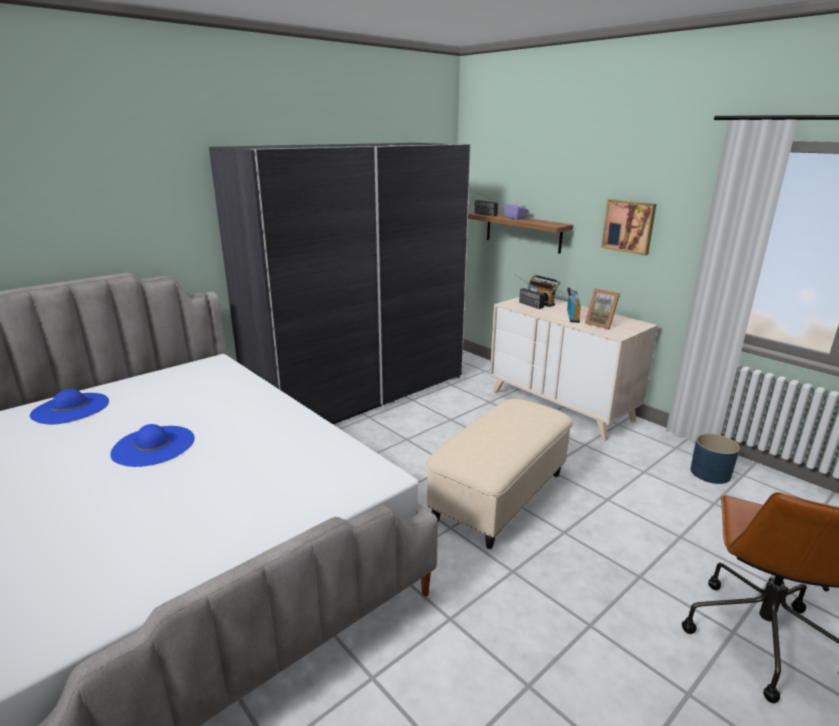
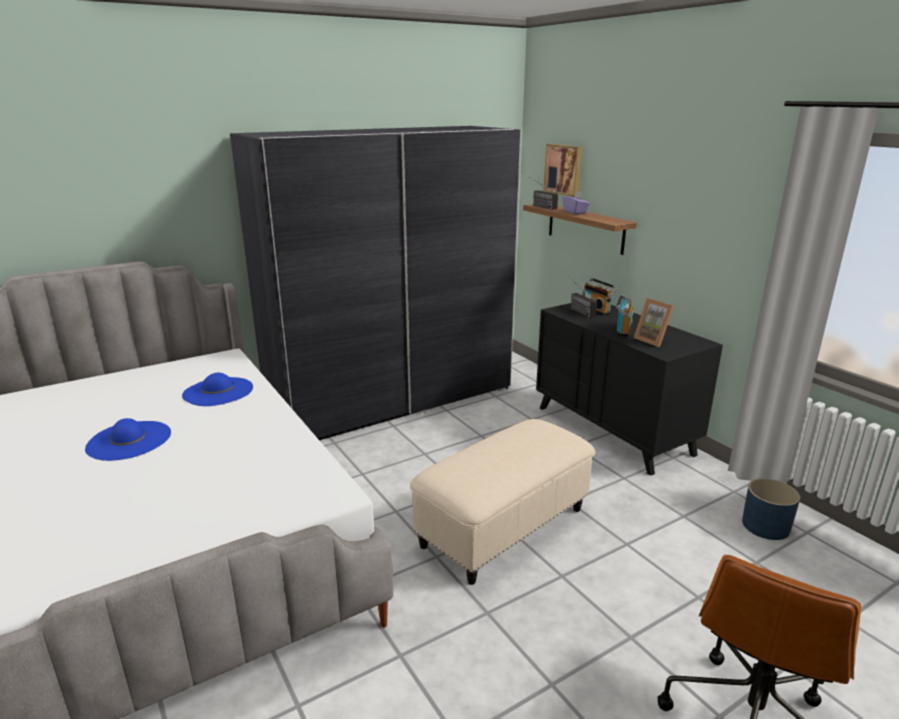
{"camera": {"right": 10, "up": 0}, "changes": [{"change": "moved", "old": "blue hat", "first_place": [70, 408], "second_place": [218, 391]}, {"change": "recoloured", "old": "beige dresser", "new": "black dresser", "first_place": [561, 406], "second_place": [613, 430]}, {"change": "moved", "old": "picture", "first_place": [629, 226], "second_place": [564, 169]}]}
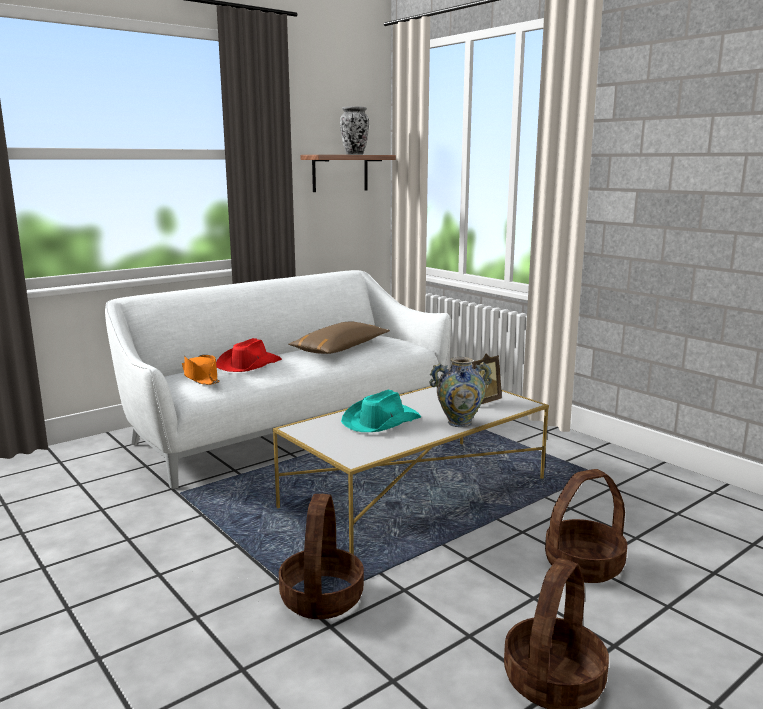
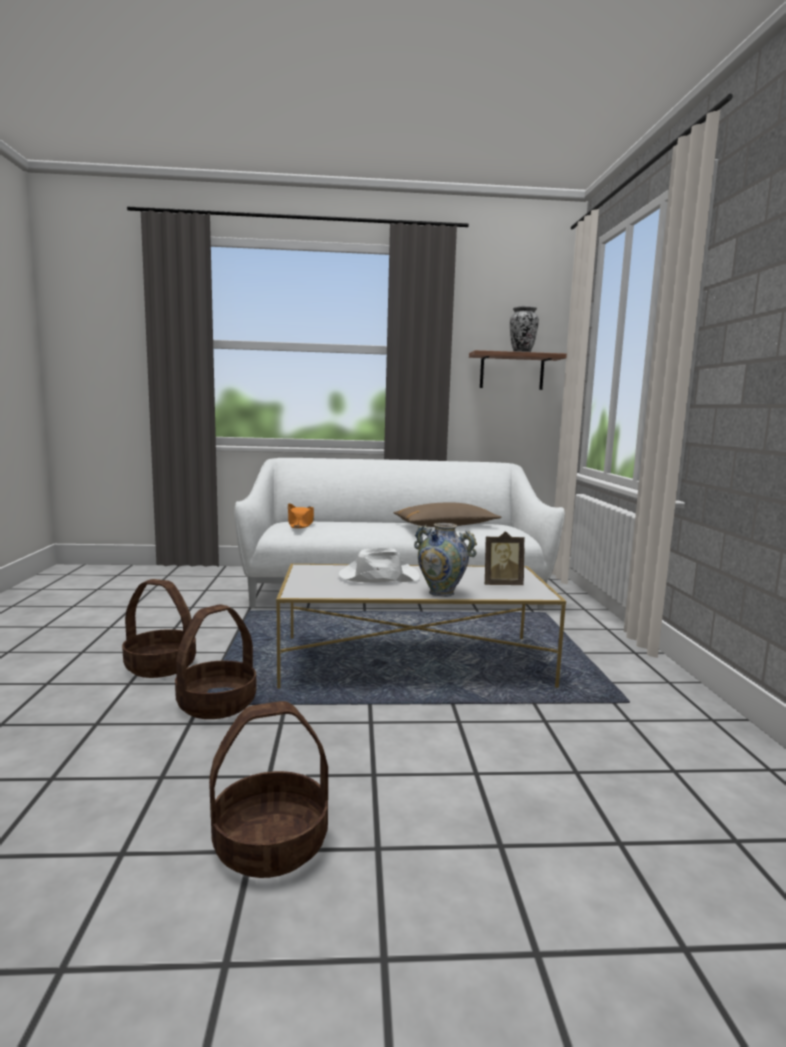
{"camera": {"right": 35, "up": -5}, "changes": [{"change": "moved", "old": "basket", "first_place": [583, 565], "second_place": [160, 666]}, {"change": "recoloured", "old": "turquoise hat", "new": "white hat", "first_place": [380, 421], "second_place": [378, 577]}, {"change": "removed", "old": "red hat", "first_place": [248, 364]}]}
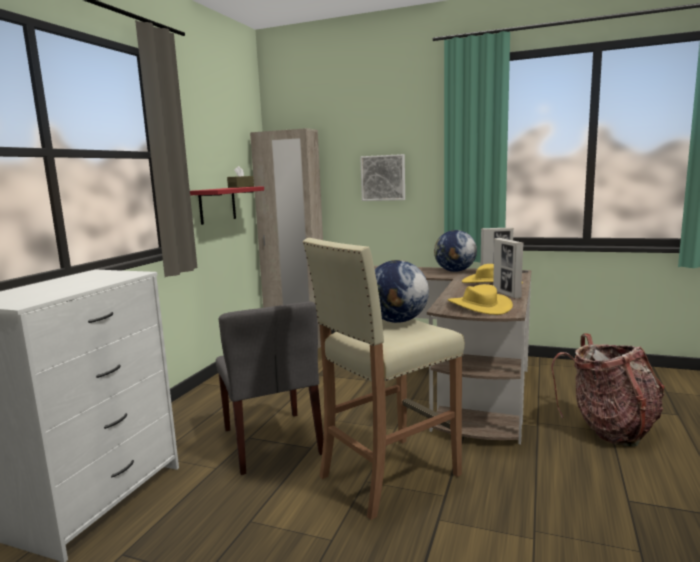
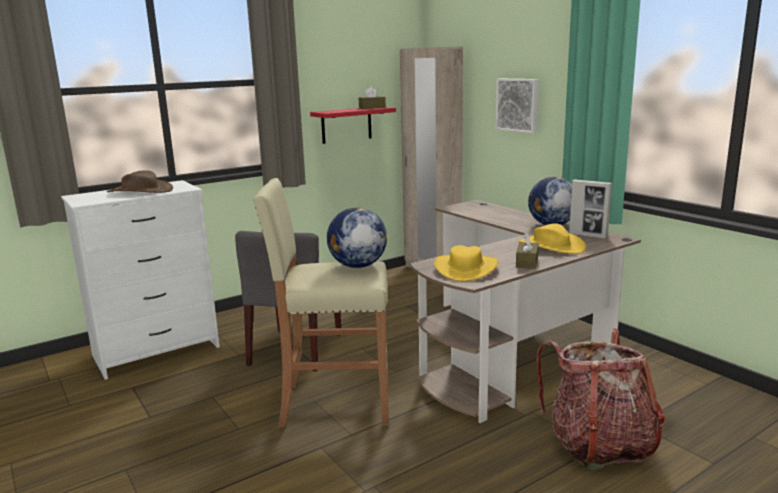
{"camera": {"right": 35, "up": 5}, "changes": [{"change": "added", "new": "brown hat", "second_place": [140, 191]}, {"change": "replaced", "old": "picture frame", "new": "brown tissue box", "first_place": [506, 294], "second_place": [527, 262]}]}
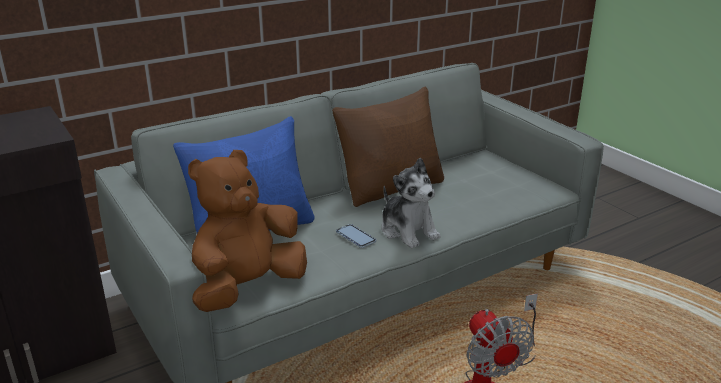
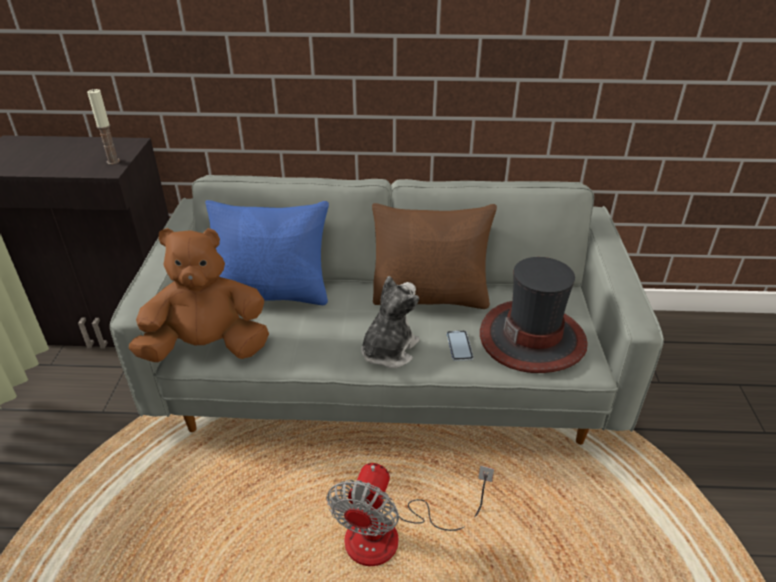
{"camera": {"right": 35, "up": 10}, "changes": [{"change": "added", "new": "candle", "second_place": [113, 161]}, {"change": "turned", "old": "plush toy", "first_place": [408, 231], "second_place": [388, 350], "degrees": -150}, {"change": "moved", "old": "phone", "first_place": [355, 237], "second_place": [459, 346]}, {"change": "added", "new": "hat", "second_place": [533, 338]}]}
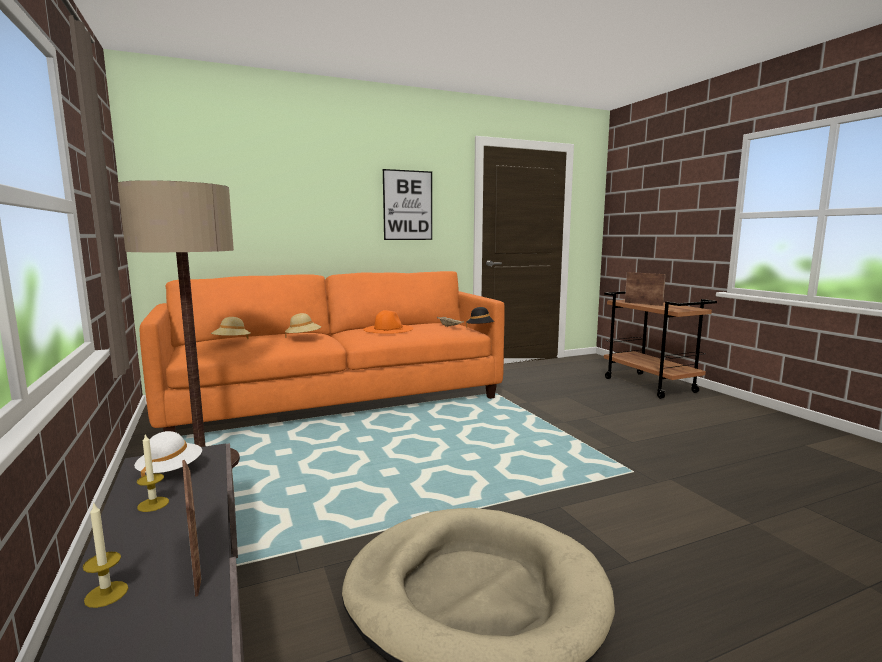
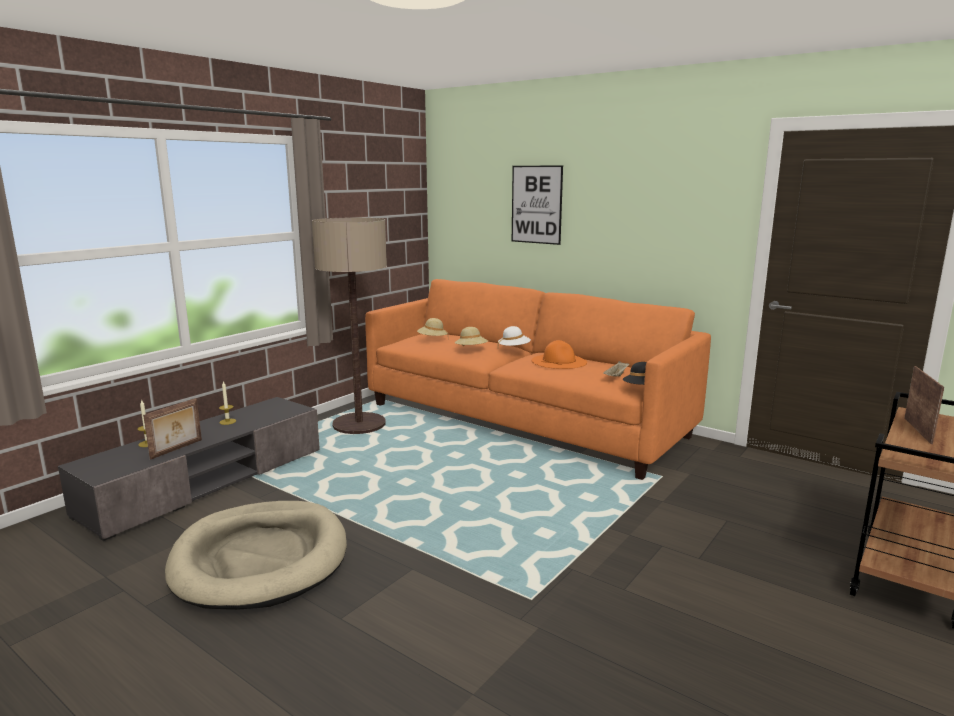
{"camera": {"right": 60, "up": 5}, "changes": [{"change": "moved", "old": "white hat", "first_place": [170, 471], "second_place": [514, 349]}, {"change": "moved", "old": "picture", "first_place": [407, 205], "second_place": [536, 204]}]}
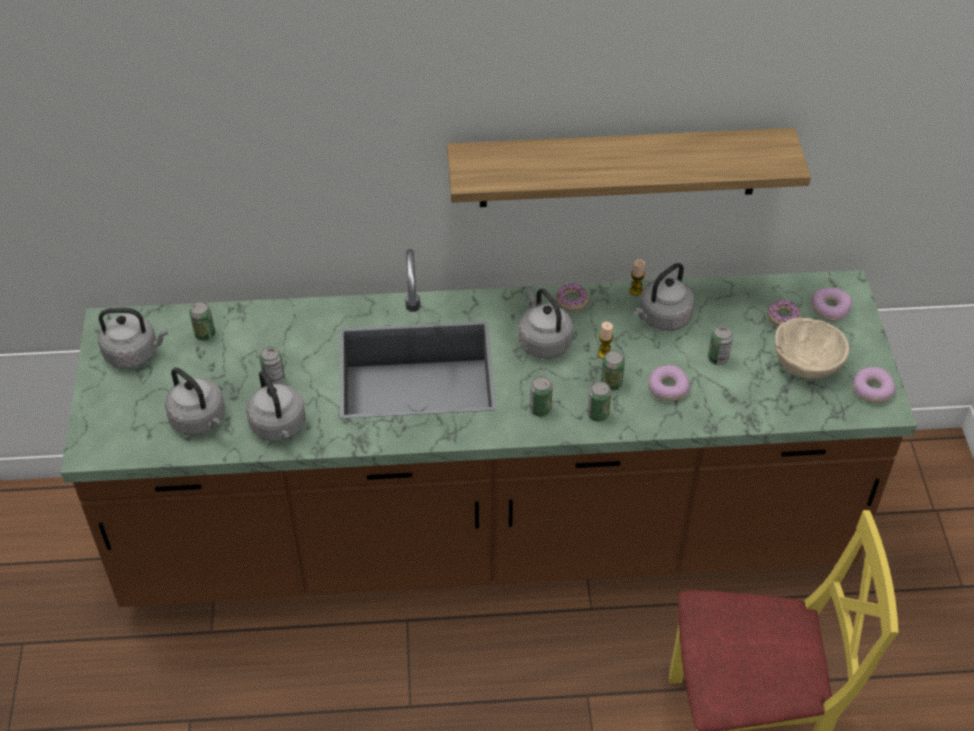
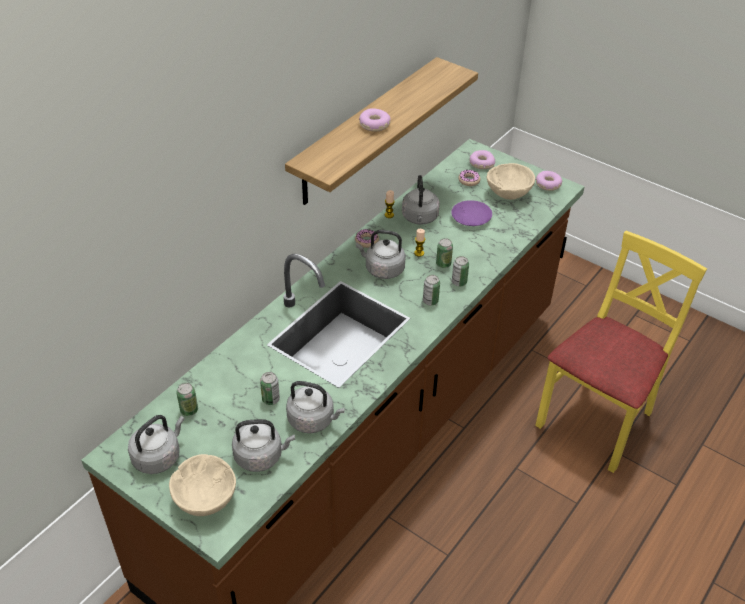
{"camera": {"right": -50, "up": -5}, "changes": [{"change": "added", "new": "beige bowl", "second_place": [204, 499]}, {"change": "moved", "old": "donut", "first_place": [667, 388], "second_place": [374, 125]}, {"change": "replaced", "old": "can", "new": "purple plate", "first_place": [718, 359], "second_place": [470, 218]}]}
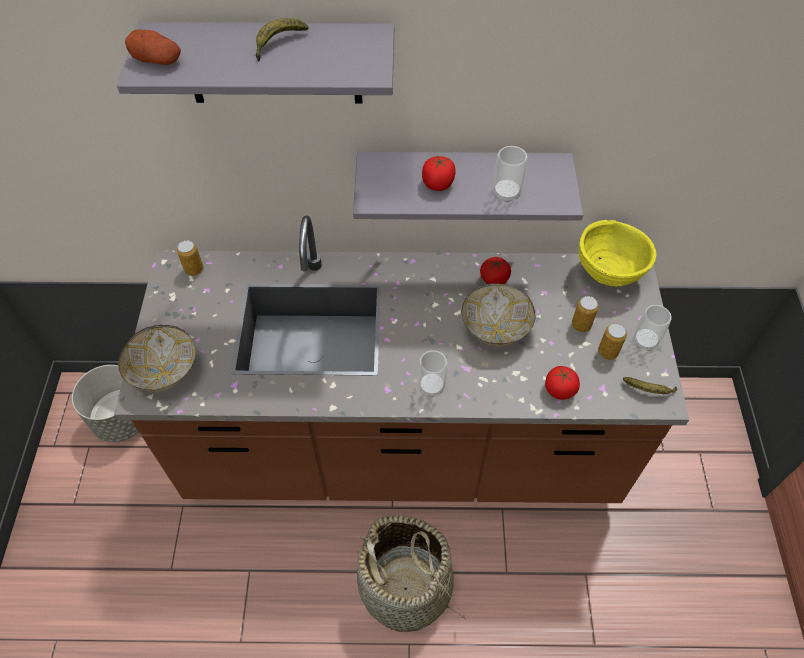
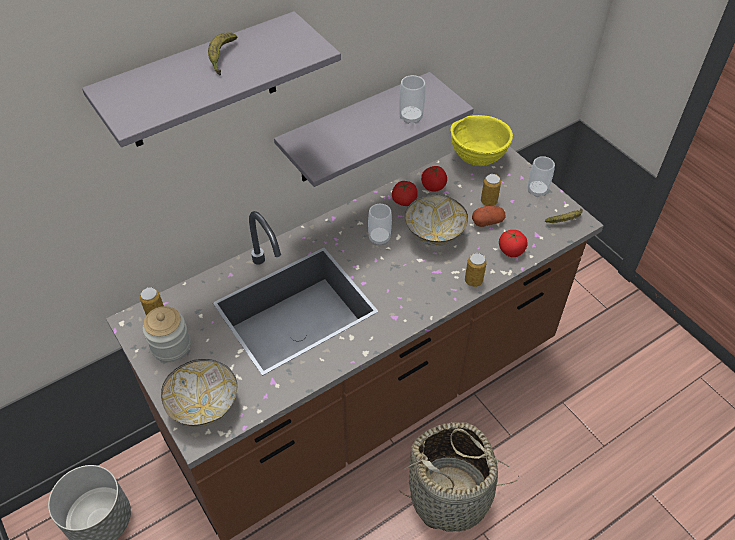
{"camera": {"right": -35, "up": -5}, "changes": [{"change": "added", "new": "jar", "second_place": [171, 346]}, {"change": "moved", "old": "cup", "first_place": [431, 386], "second_place": [379, 238]}, {"change": "moved", "old": "tomato", "first_place": [438, 184], "second_place": [433, 186]}, {"change": "moved", "old": "can", "first_place": [607, 352], "second_place": [473, 280]}, {"change": "moved", "old": "potato", "first_place": [157, 60], "second_place": [487, 221]}]}
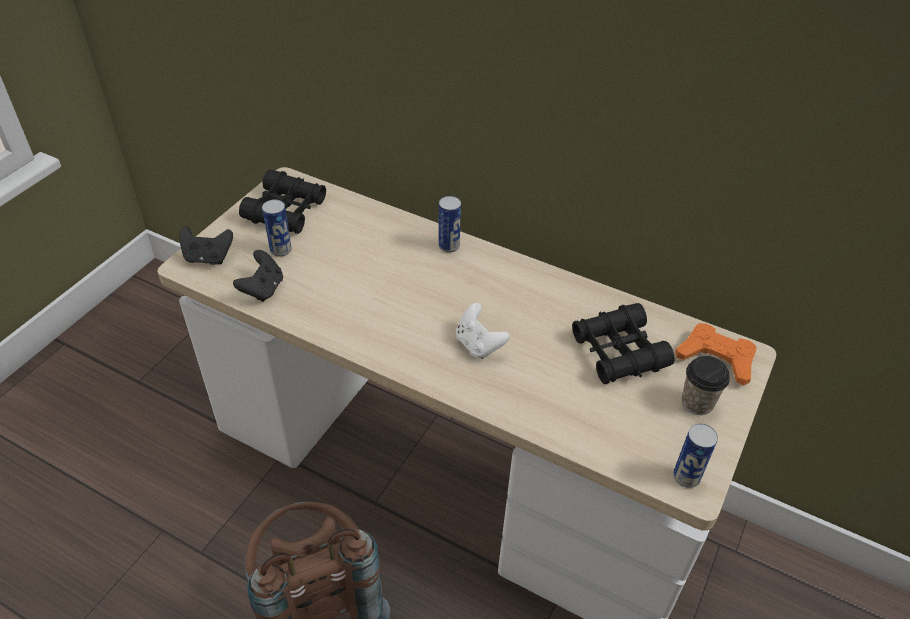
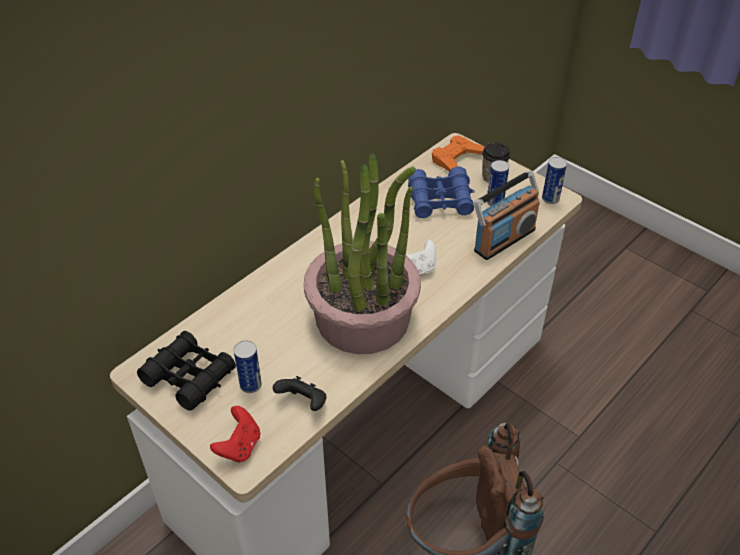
{"camera": {"right": -75, "up": 0}, "changes": [{"change": "recoloured", "old": "black game controller", "new": "red game controller", "first_place": [208, 258], "second_place": [239, 446]}, {"change": "added", "new": "potted plant", "second_place": [363, 319]}, {"change": "recoloured", "old": "black binoculars", "new": "blue binoculars", "first_place": [618, 352], "second_place": [440, 200]}, {"change": "added", "new": "radio", "second_place": [503, 239]}, {"change": "moved", "old": "can", "first_place": [449, 246], "second_place": [495, 202]}]}
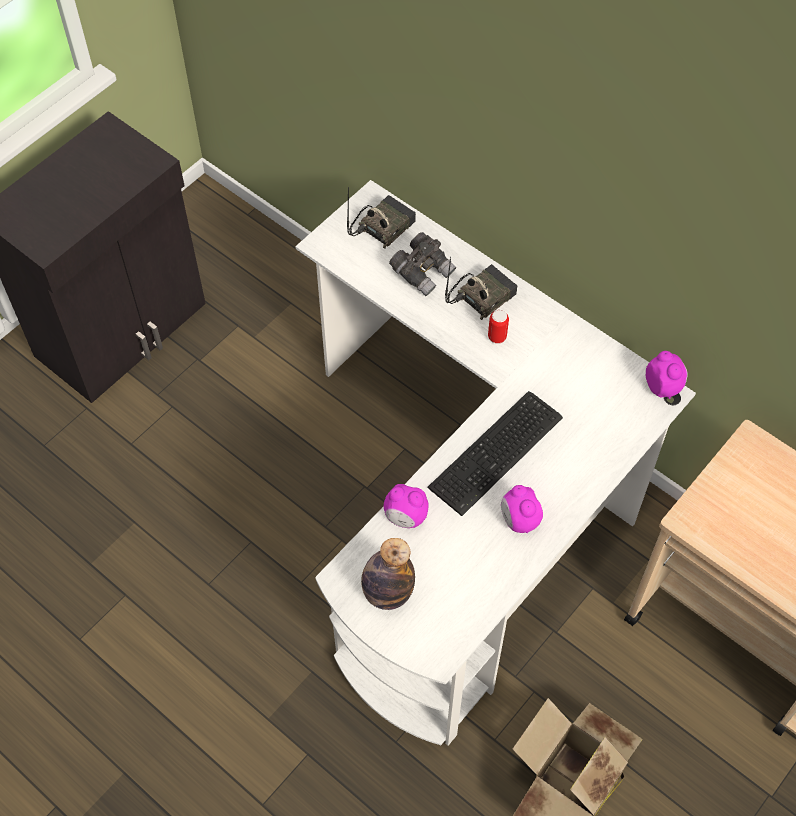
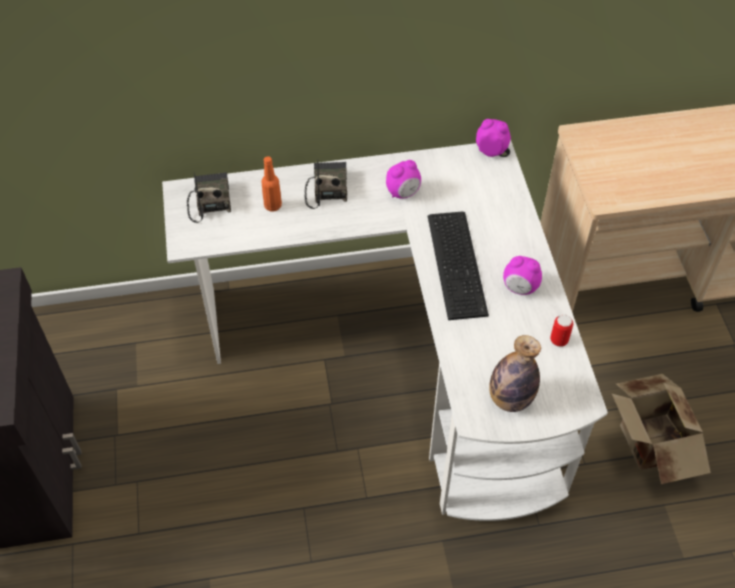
{"camera": {"right": -50, "up": -5}, "changes": [{"change": "replaced", "old": "grey binoculars", "new": "orange bottle", "first_place": [422, 272], "second_place": [273, 205]}, {"change": "moved", "old": "alarm clock", "first_place": [405, 517], "second_place": [403, 193]}, {"change": "moved", "old": "can", "first_place": [497, 337], "second_place": [559, 340]}]}
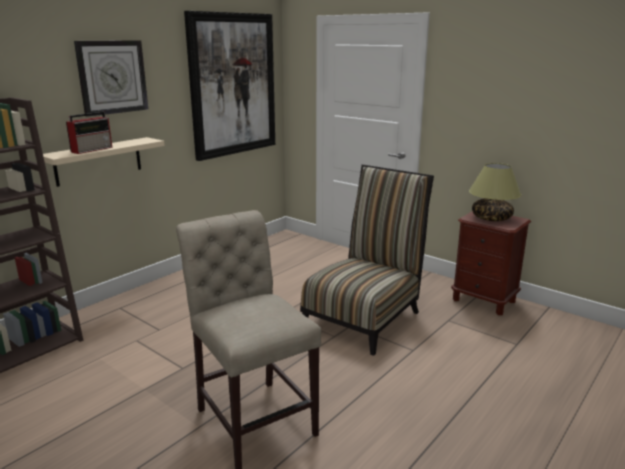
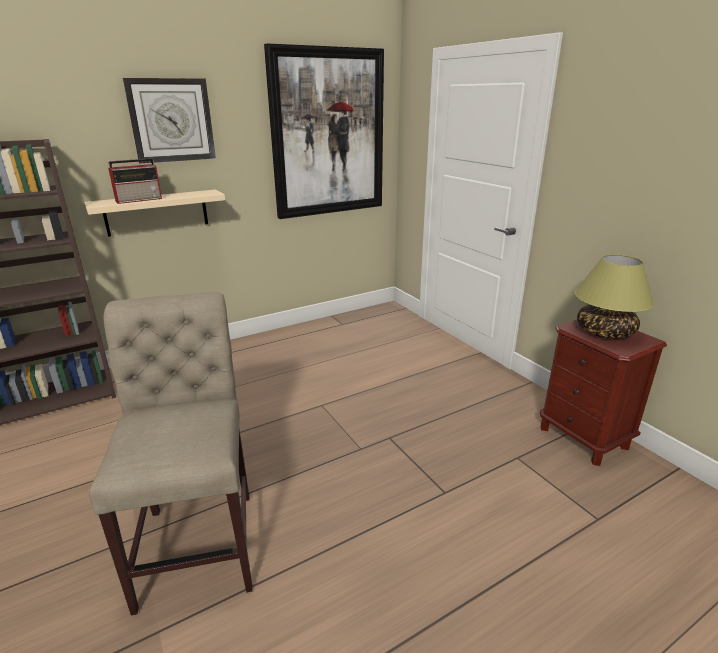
{"camera": {"right": 20, "up": 5}, "changes": [{"change": "removed", "old": "chair", "first_place": [364, 316]}]}
